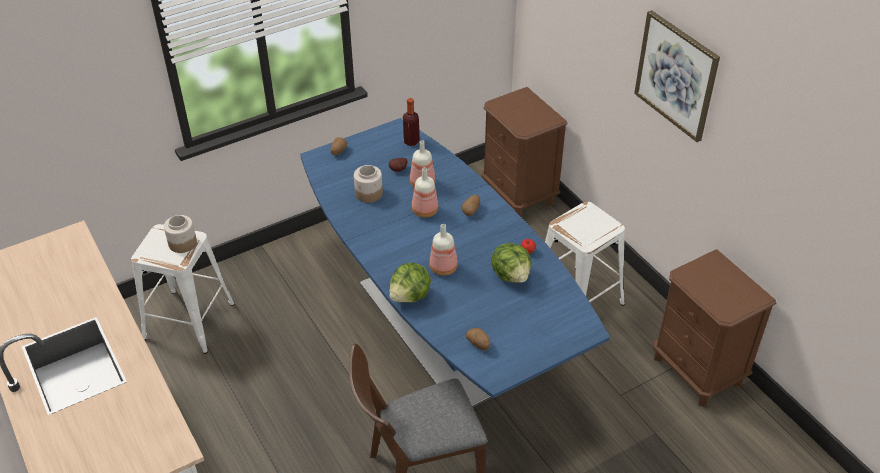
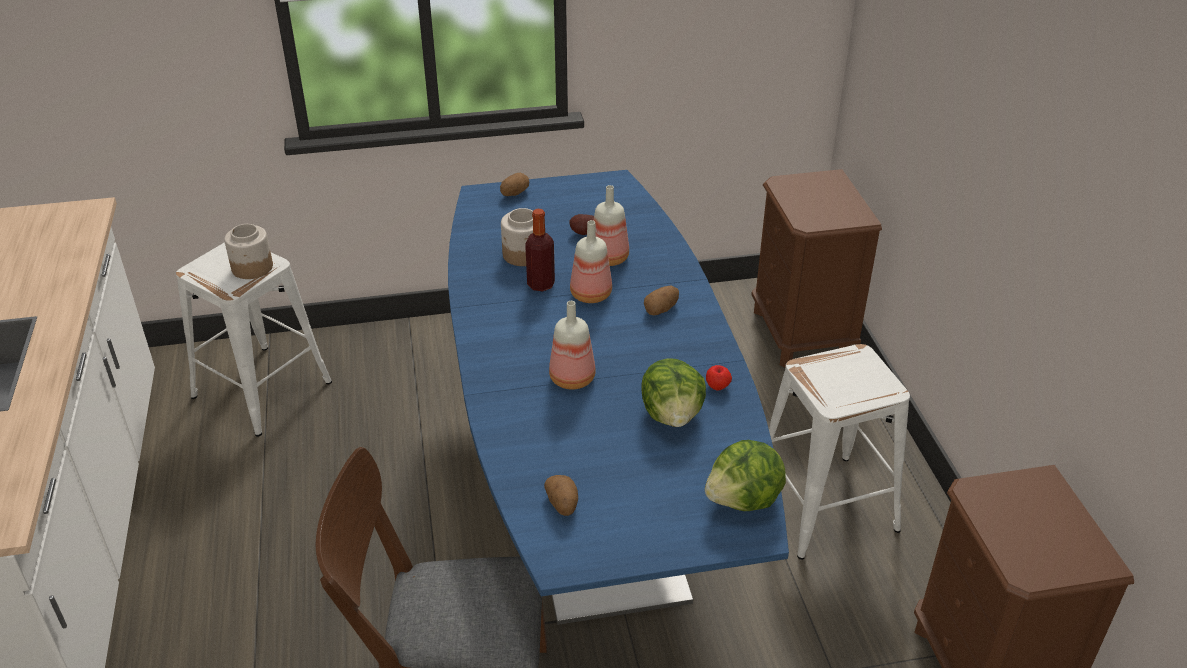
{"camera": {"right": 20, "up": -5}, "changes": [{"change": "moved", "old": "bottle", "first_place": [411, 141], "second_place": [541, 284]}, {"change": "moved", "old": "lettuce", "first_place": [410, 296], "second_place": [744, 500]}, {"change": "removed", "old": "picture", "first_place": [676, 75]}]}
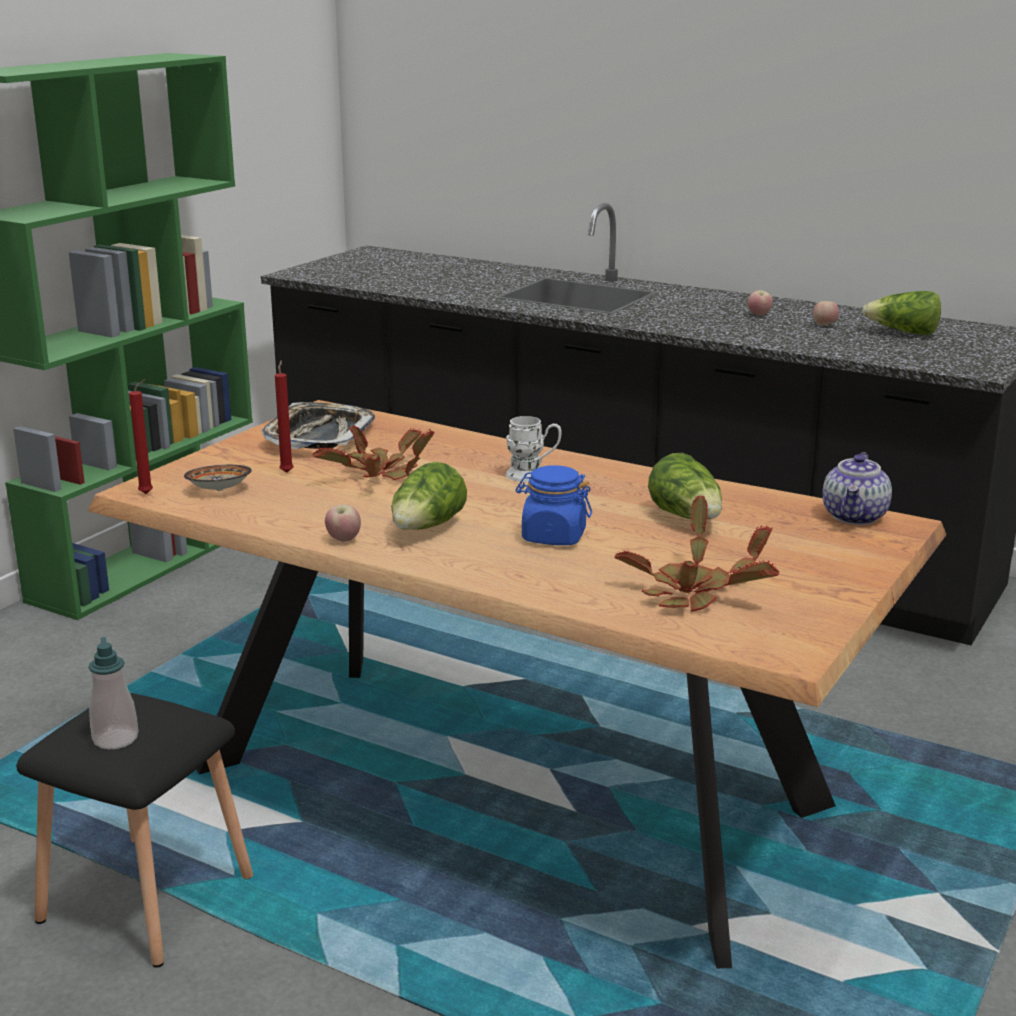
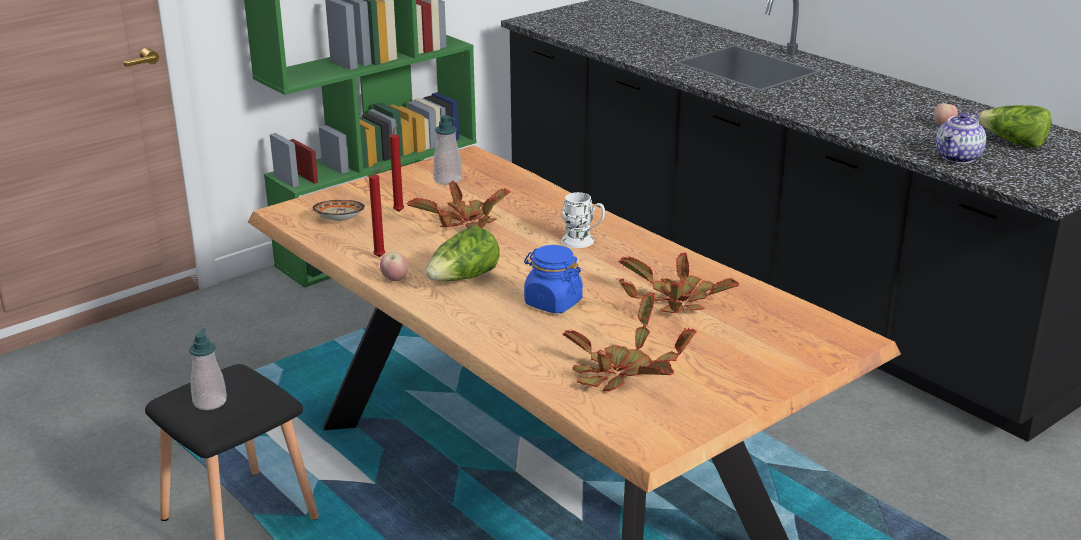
{"camera": {"right": 20, "up": 5}, "changes": [{"change": "moved", "old": "red candle", "first_place": [148, 493], "second_place": [381, 256]}, {"change": "replaced", "old": "tray", "new": "soap dispenser", "first_place": [318, 435], "second_place": [448, 180]}, {"change": "replaced", "old": "lettuce", "new": "potted plant", "first_place": [687, 517], "second_place": [675, 302]}, {"change": "moved", "old": "teapot", "first_place": [855, 517], "second_place": [958, 157]}, {"change": "removed", "old": "apple", "first_place": [759, 315]}]}
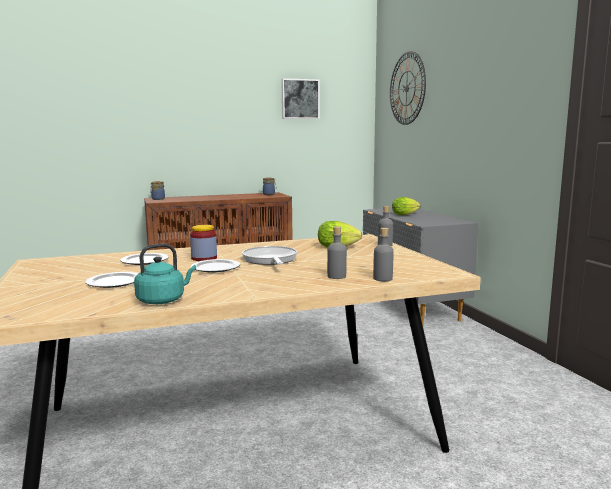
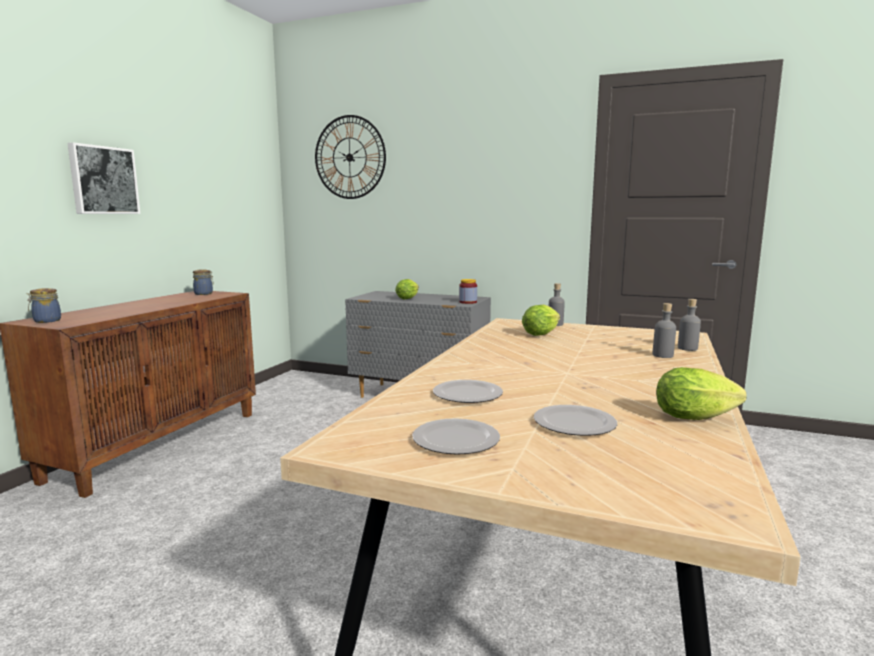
{"camera": {"right": -50, "up": 0}, "changes": [{"change": "moved", "old": "picture", "first_place": [300, 99], "second_place": [103, 180]}, {"change": "moved", "old": "plate", "first_place": [216, 268], "second_place": [457, 440]}, {"change": "moved", "old": "jar", "first_place": [204, 258], "second_place": [468, 302]}, {"change": "replaced", "old": "turquoise kettle", "new": "lettuce", "first_place": [163, 300], "second_place": [698, 418]}, {"change": "removed", "old": "frying pan", "first_place": [270, 260]}]}
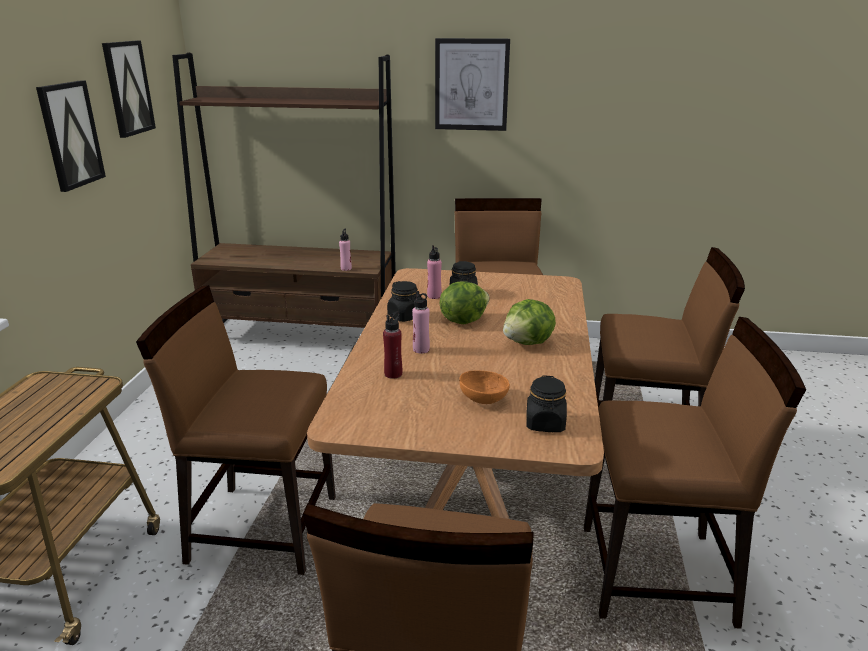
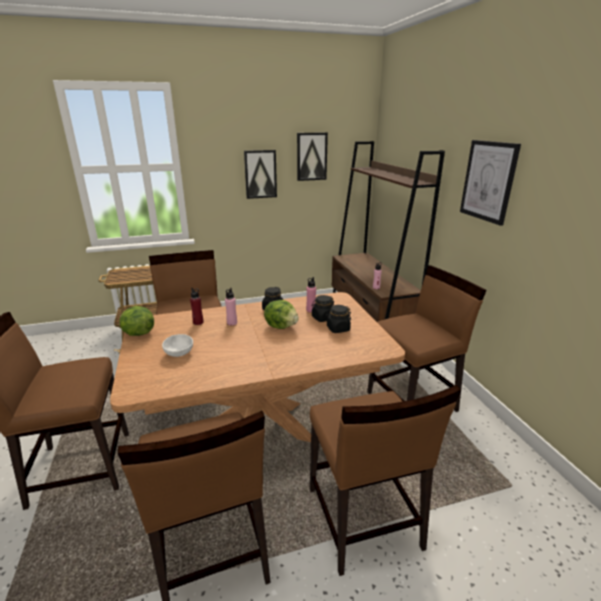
{"camera": {"right": 65, "up": 0}, "changes": [{"change": "moved", "old": "lettuce", "first_place": [528, 343], "second_place": [138, 333]}, {"change": "recoloured", "old": "orange bowl", "new": "white bowl", "first_place": [483, 398], "second_place": [180, 353]}, {"change": "moved", "old": "black jar", "first_place": [545, 423], "second_place": [338, 329]}]}
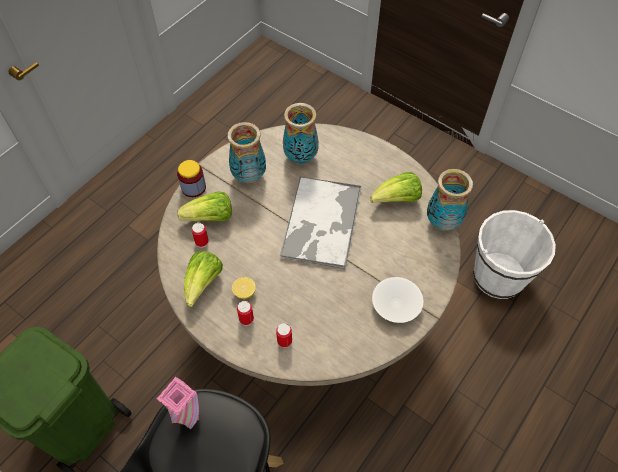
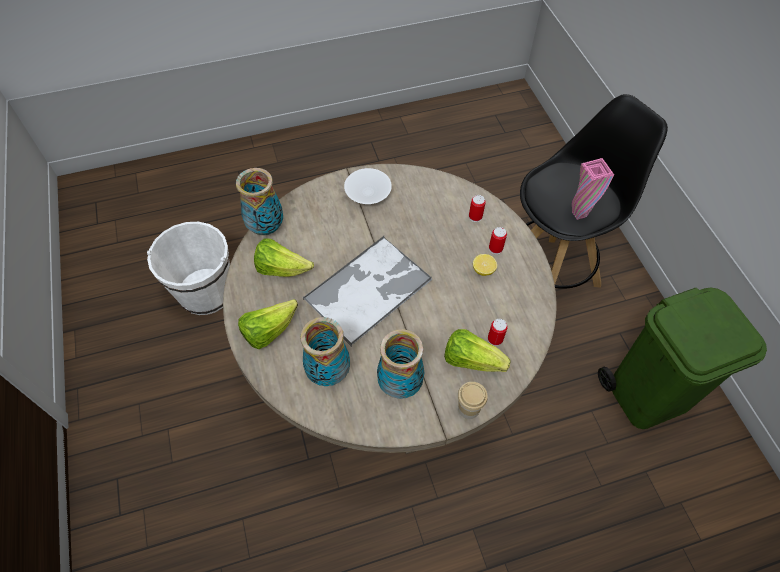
{"camera": {"right": -145, "up": 0}, "changes": [{"change": "moved", "old": "lettuce", "first_place": [203, 284], "second_place": [269, 331]}, {"change": "replaced", "old": "jar", "new": "cup", "first_place": [193, 187], "second_place": [468, 408]}]}
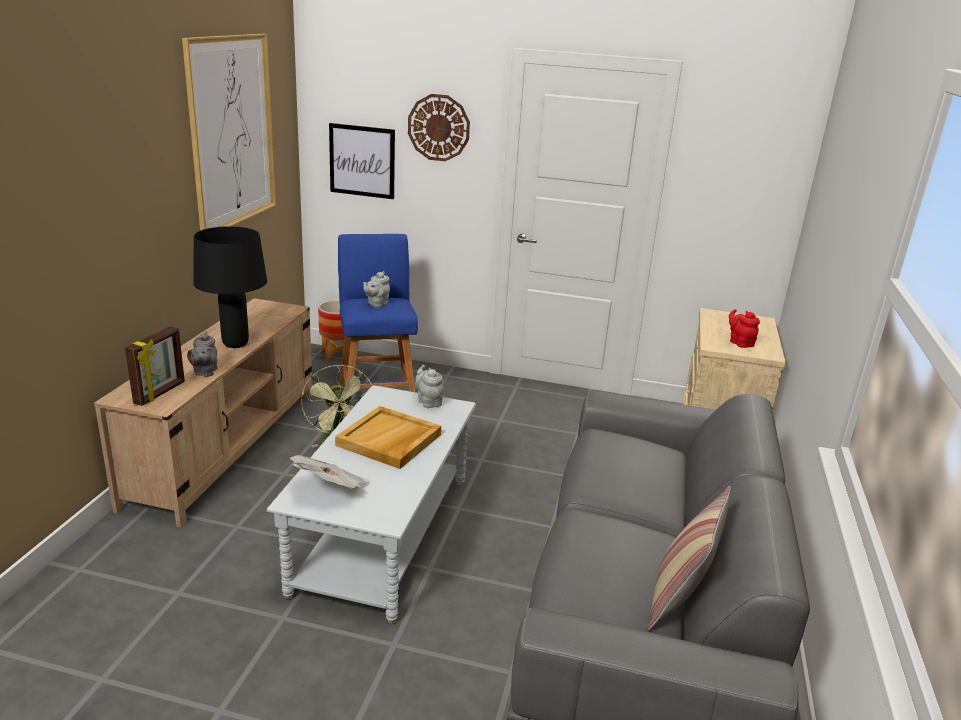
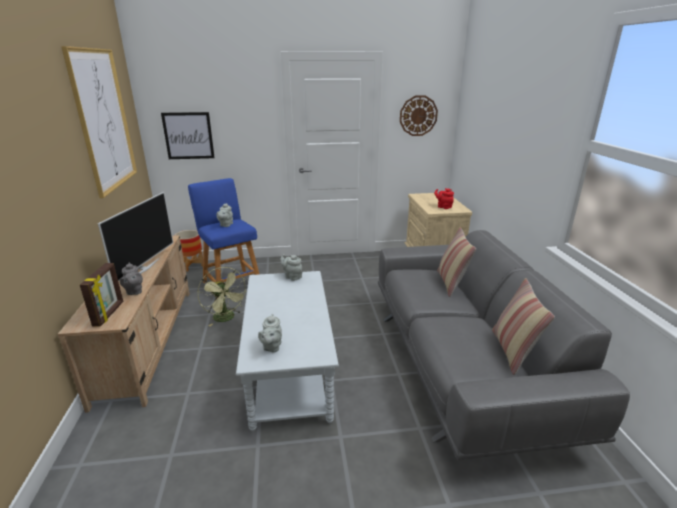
{"camera": {"right": -20, "up": 0}, "changes": [{"change": "replaced", "old": "black table lamp", "new": "television", "first_place": [235, 344], "second_place": [144, 268]}, {"change": "replaced", "old": "newspaper", "new": "grey teapot", "first_place": [331, 489], "second_place": [271, 347]}, {"change": "moved", "old": "wall clock", "first_place": [438, 127], "second_place": [418, 116]}, {"change": "added", "new": "pillow", "second_place": [451, 283]}, {"change": "removed", "old": "beige tray", "first_place": [389, 440]}]}
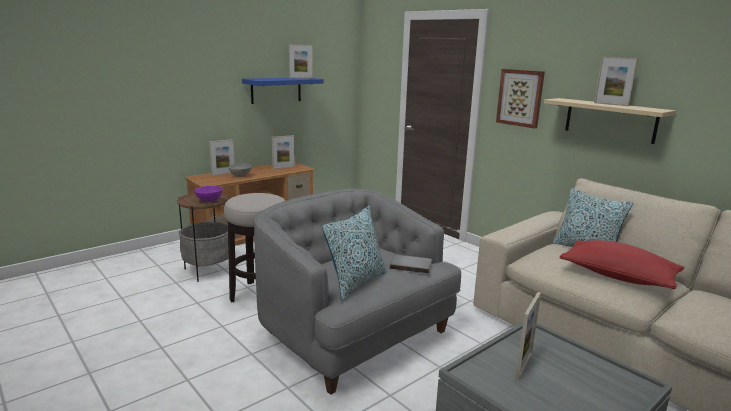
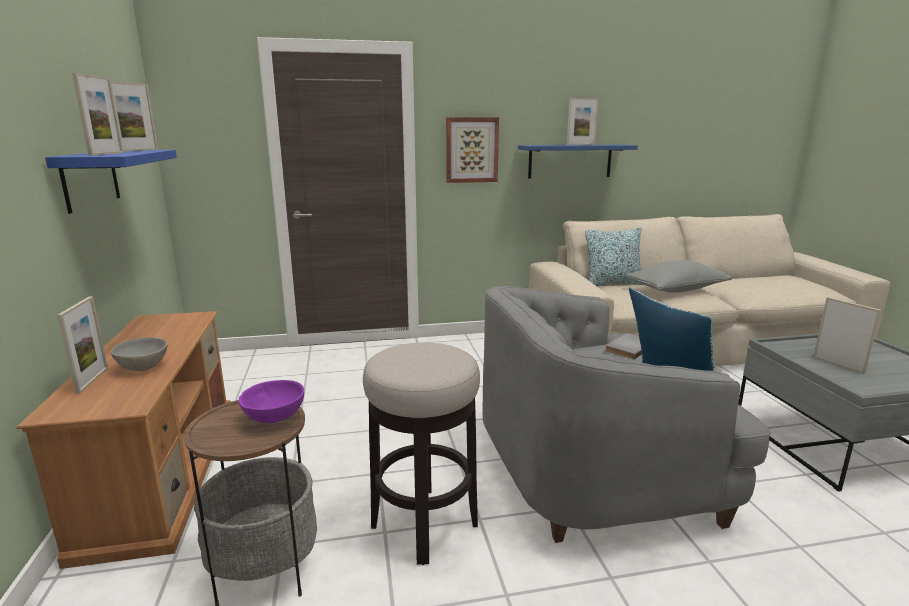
{"camera": {"right": -60, "up": 0}, "changes": [{"change": "moved", "old": "picture frame", "first_place": [283, 167], "second_place": [106, 154]}, {"change": "recoloured", "old": "beige shelf", "new": "blue shelf", "first_place": [610, 120], "second_place": [570, 161]}, {"change": "recoloured", "old": "red pillow", "new": "grey pillow", "first_place": [618, 276], "second_place": [676, 290]}]}
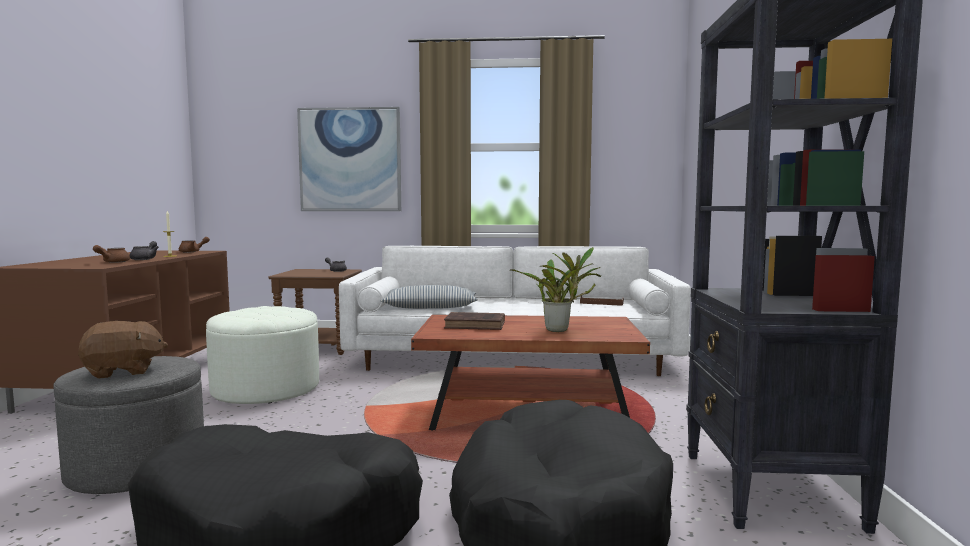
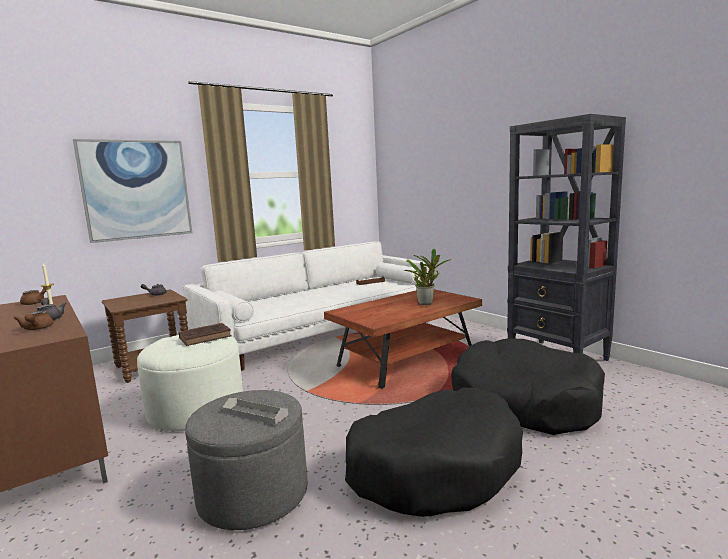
{"camera": {"right": -40, "up": 5}, "changes": [{"change": "moved", "old": "brown book", "first_place": [477, 325], "second_place": [206, 337]}, {"change": "replaced", "old": "brown plush toy", "new": "grey tray", "first_place": [123, 371], "second_place": [255, 413]}, {"change": "removed", "old": "pillow", "first_place": [430, 307]}]}
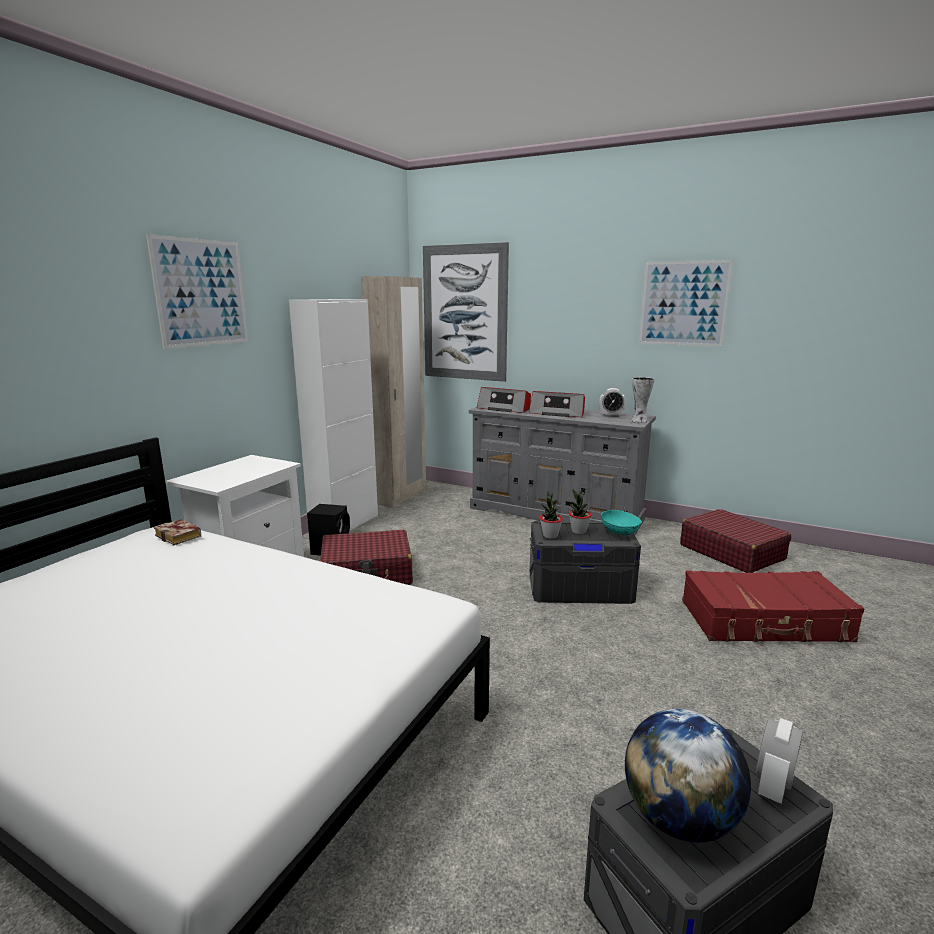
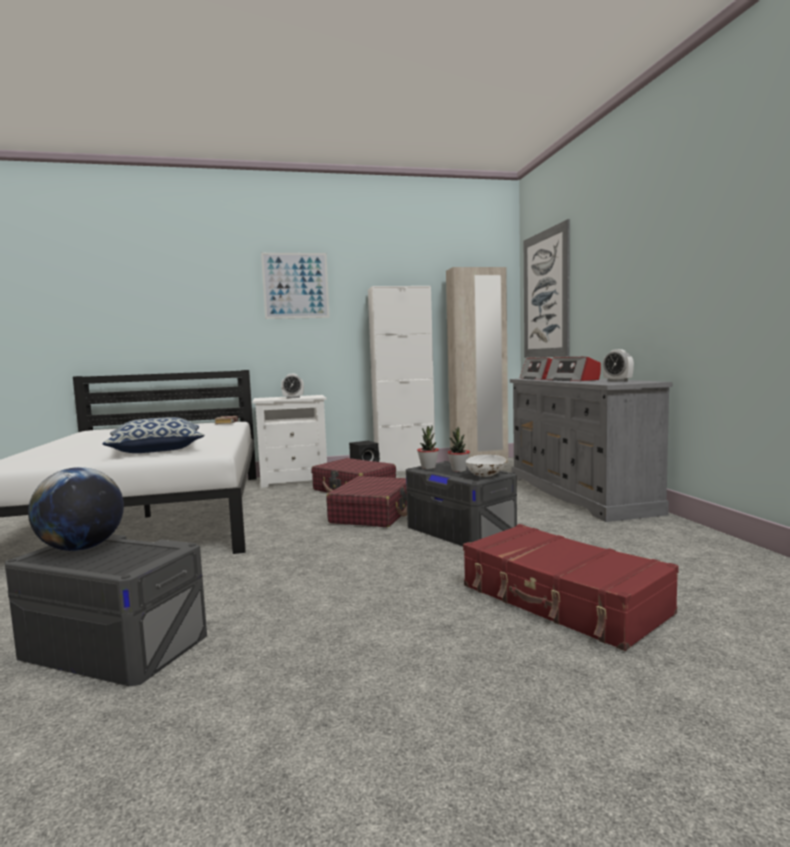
{"camera": {"right": 50, "up": -10}, "changes": [{"change": "added", "new": "pillow", "second_place": [157, 450]}, {"change": "moved", "old": "alarm clock", "first_place": [773, 785], "second_place": [293, 398]}, {"change": "moved", "old": "red suitcase", "first_place": [731, 552], "second_place": [373, 514]}, {"change": "recoloured", "old": "turquoise bowl", "new": "white bowl", "first_place": [620, 533], "second_place": [486, 476]}, {"change": "removed", "old": "vase", "first_place": [639, 421]}, {"change": "removed", "old": "picture", "first_place": [683, 303]}]}
